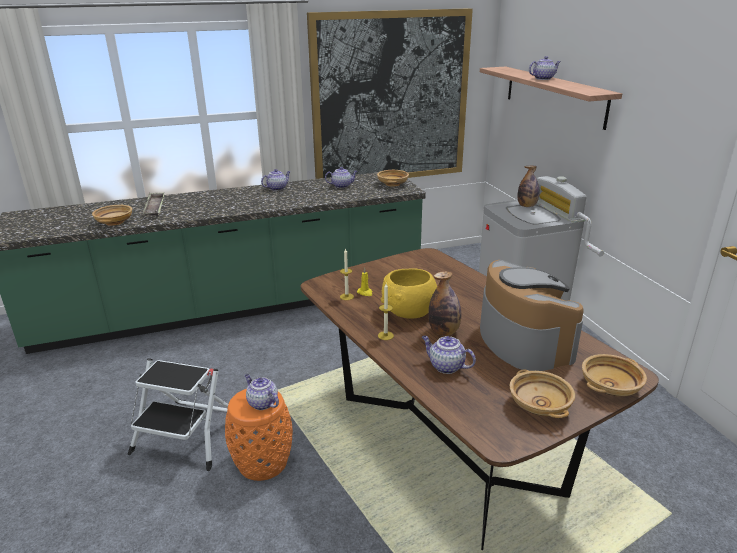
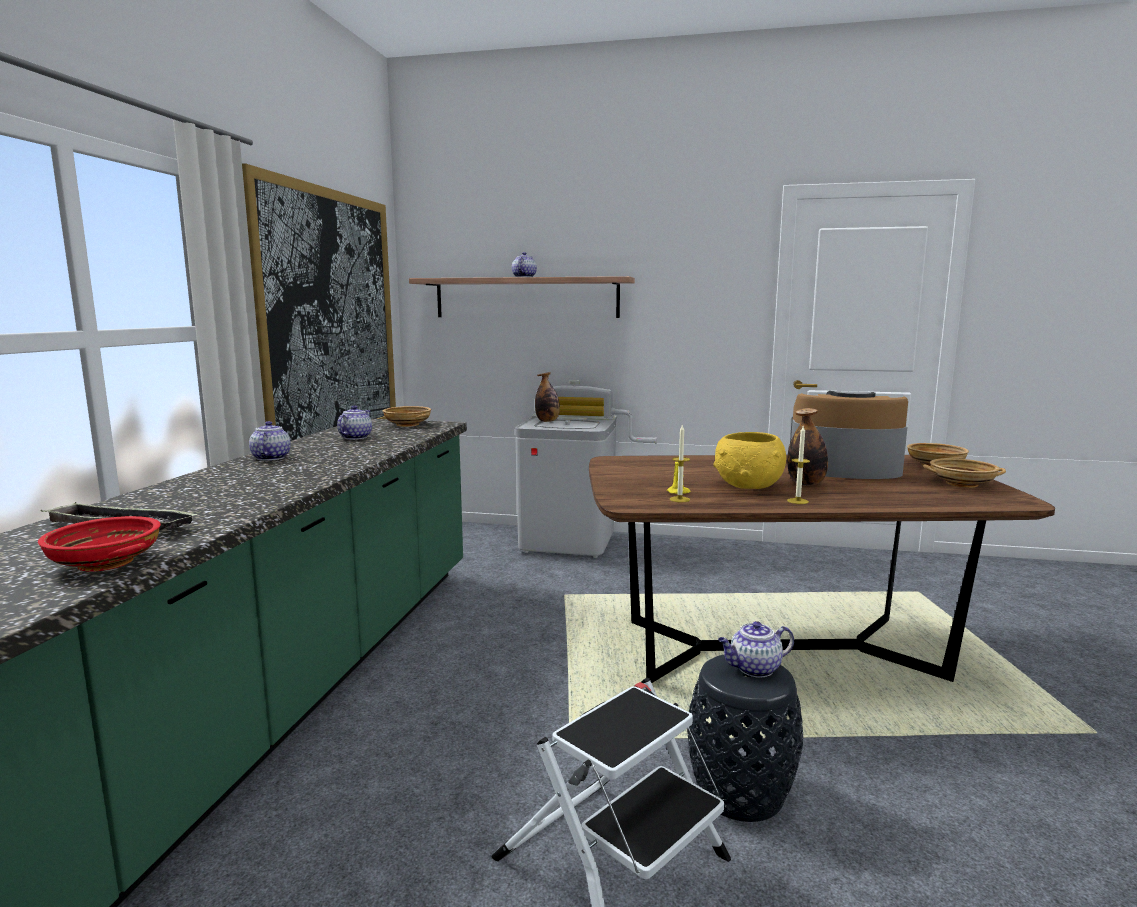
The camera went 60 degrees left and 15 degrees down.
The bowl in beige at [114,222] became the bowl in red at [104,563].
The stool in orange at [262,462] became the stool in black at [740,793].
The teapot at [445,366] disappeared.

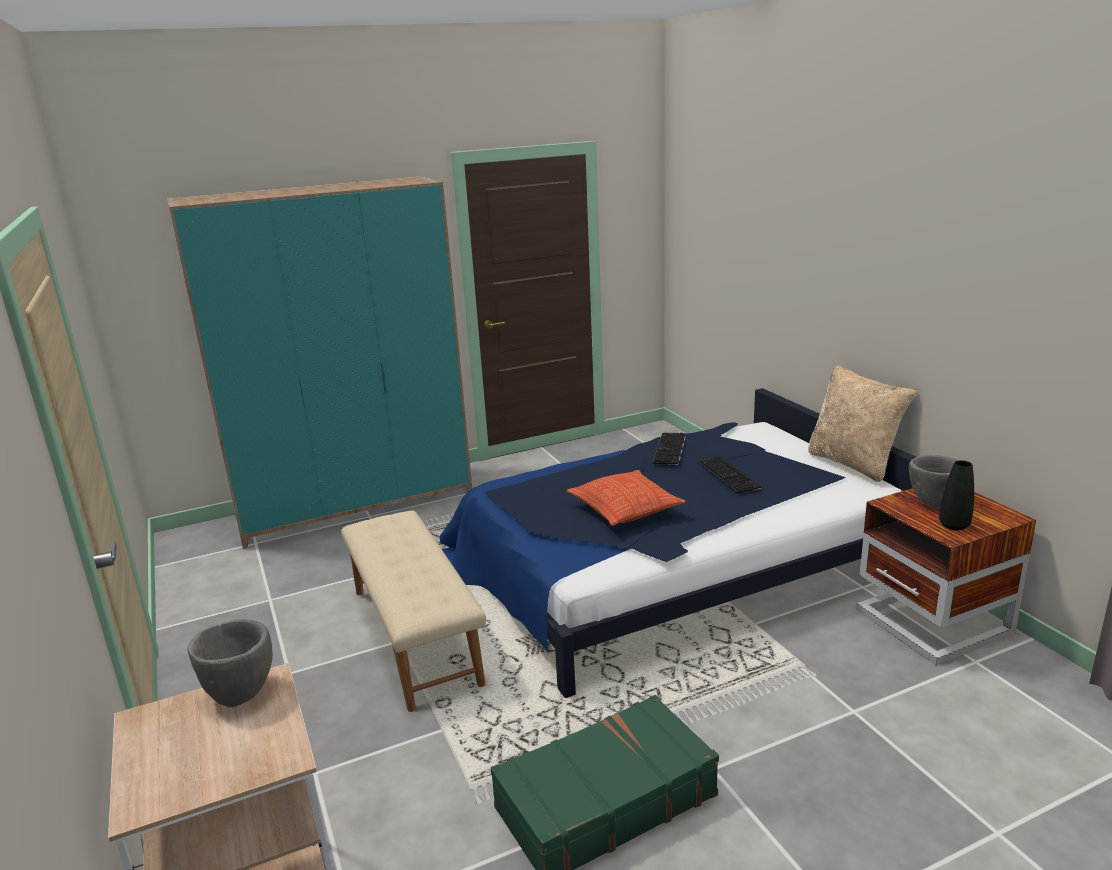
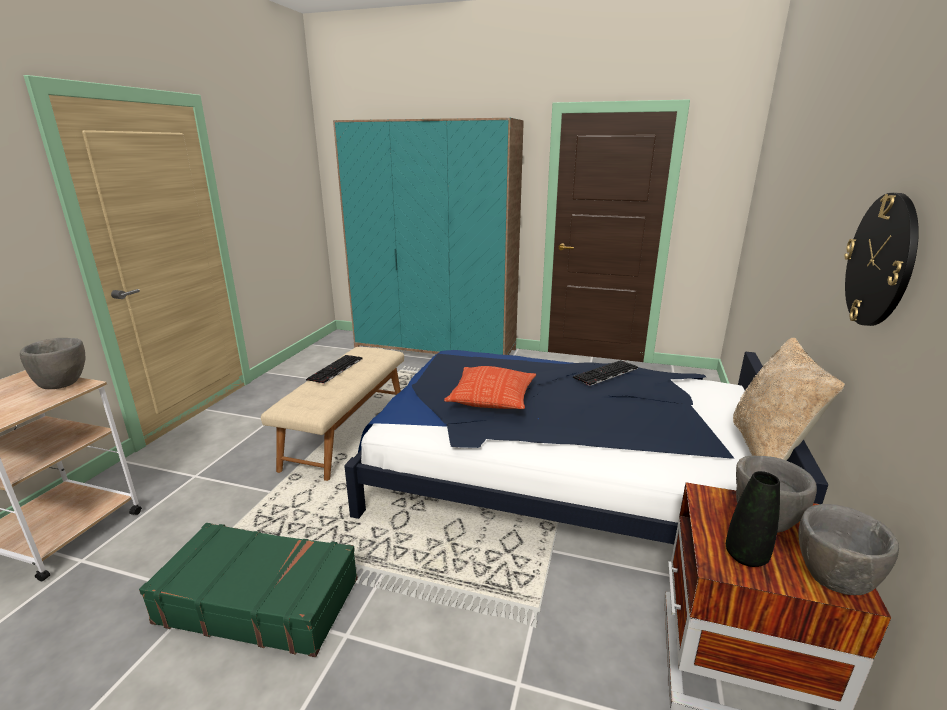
The camera went 40 degrees right and 0 degrees up.
The keyboard moved from [729,475] to [335,369].
The bowl in grey at [831,581] appeared.
The wall clock at [880,260] appeared.

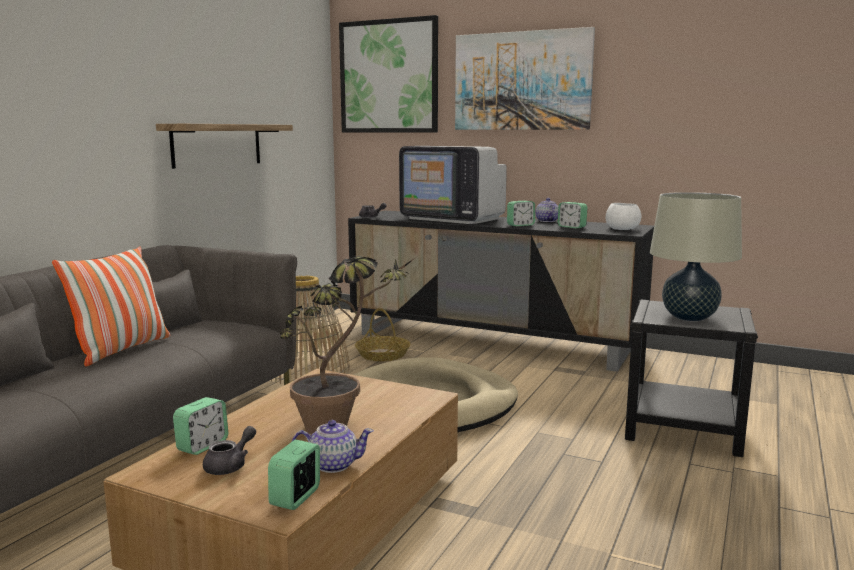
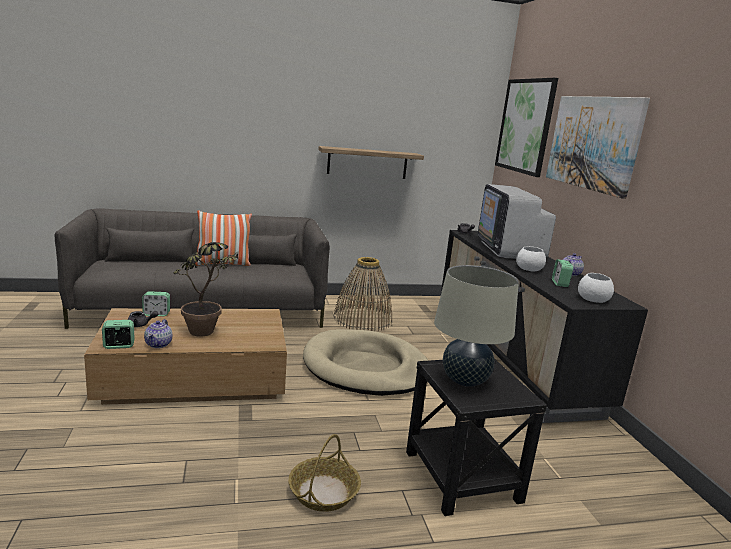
The camera went 50 degrees right and 5 degrees up.
The teapot at [332,465] turned 45 degrees clockwise.
The basket moved from [383,355] to [323,492].
The alarm clock at [520,225] was replaced by the bowl in white at [529,269].

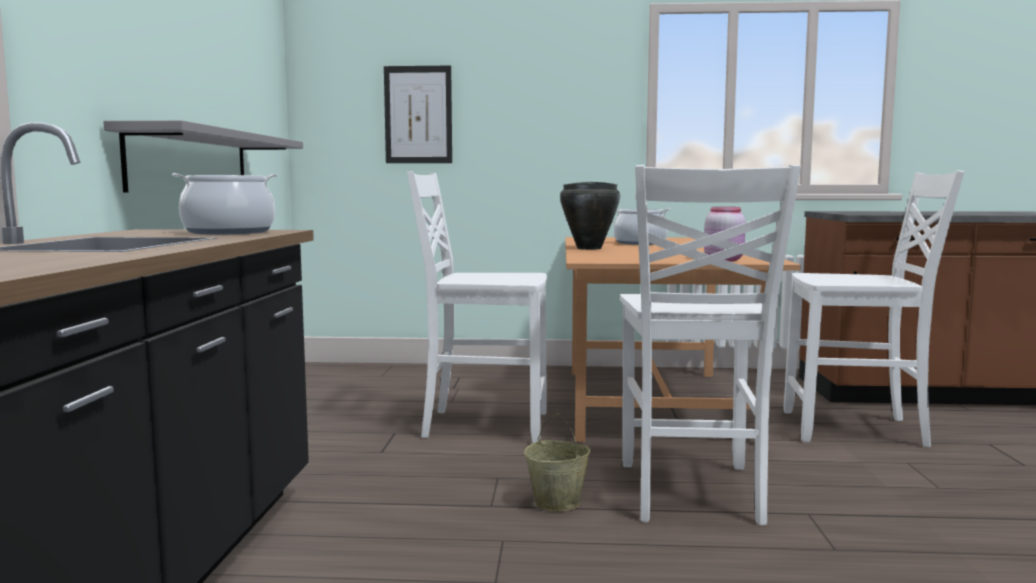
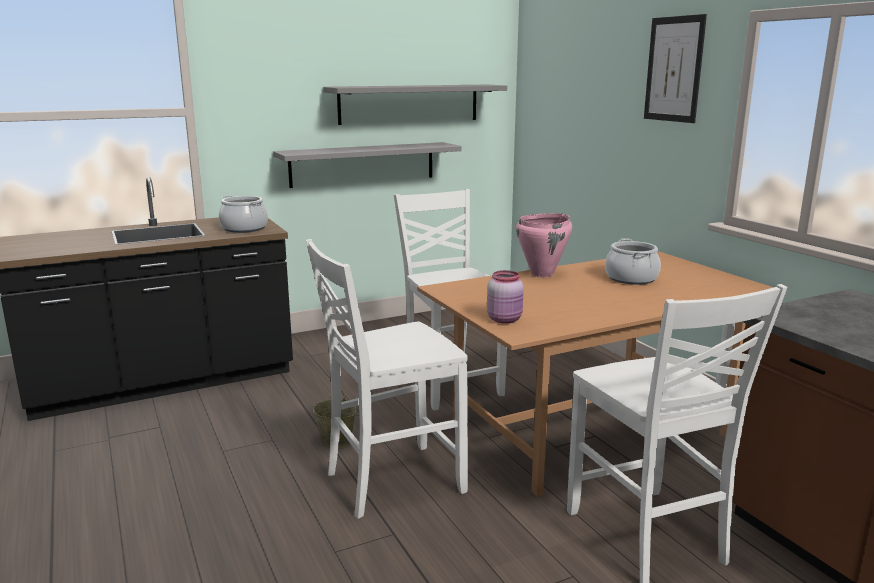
The camera went 60 degrees right and 10 degrees up.
The shelf in grey at [409,104] appeared.
The cooking pot in black at [589,248] became the cooking pot in pink at [542,274].
The picture moved from [418,115] to [674,69].

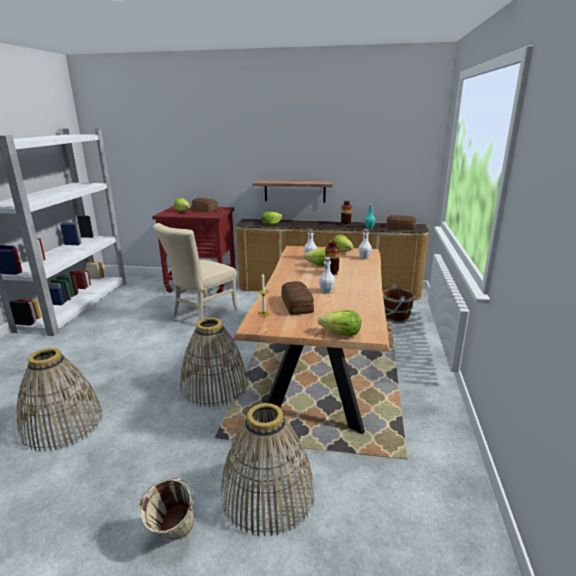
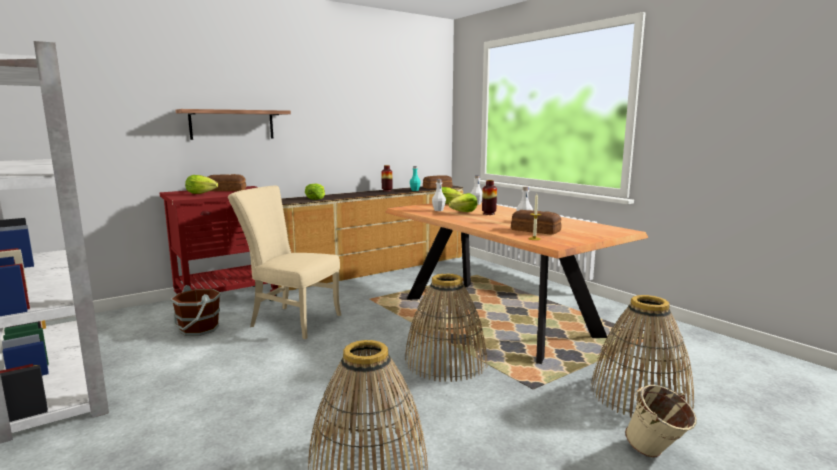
The camera went 45 degrees left and 10 degrees down.
The bucket in brown moved from [395,317] to [198,329].
The shelf moved from [294,191] to [232,124].
The chair in beige at [201,314] turned 120 degrees clockwise.
The lettuce at [341,333] disappeared.

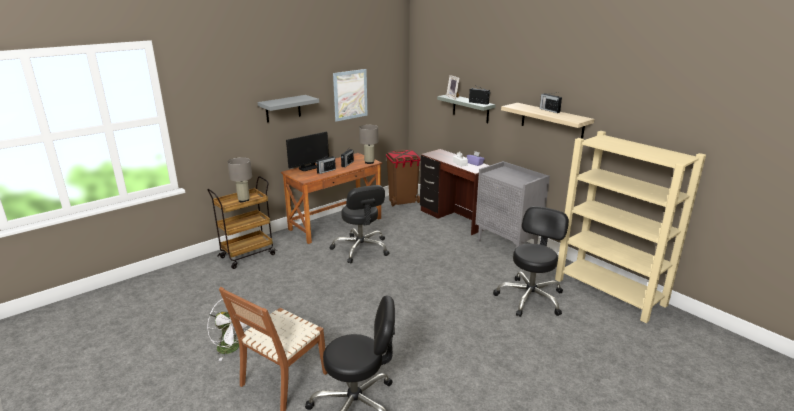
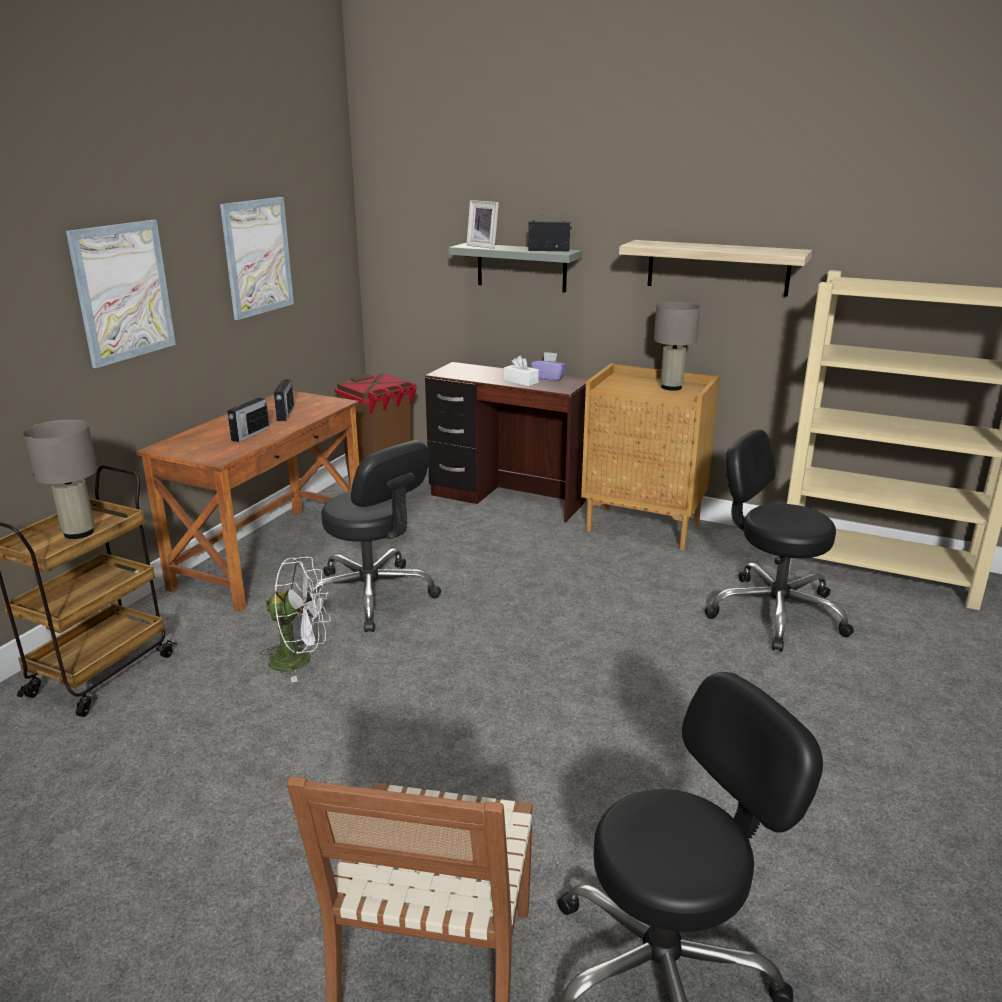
The camera went 25 degrees left and 0 degrees up.
The shelf in grey at [283,108] was replaced by the picture at [123,292].
The fan in white moved from [233,348] to [300,660].
The cabinet in grey at [507,245] became the cabinet in brown at [643,527].
The table lamp in grey moved from [369,162] to [671,387].
The office chair in black at [531,296] turned 60 degrees counterclockwise.
The monitor at [308,168] disappeared.
The radio at [549,110] disappeared.

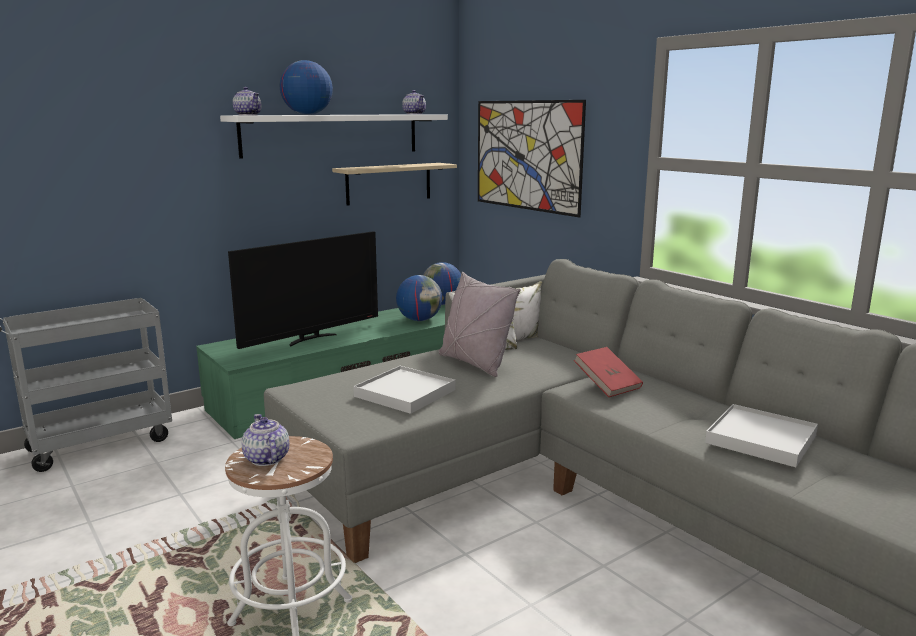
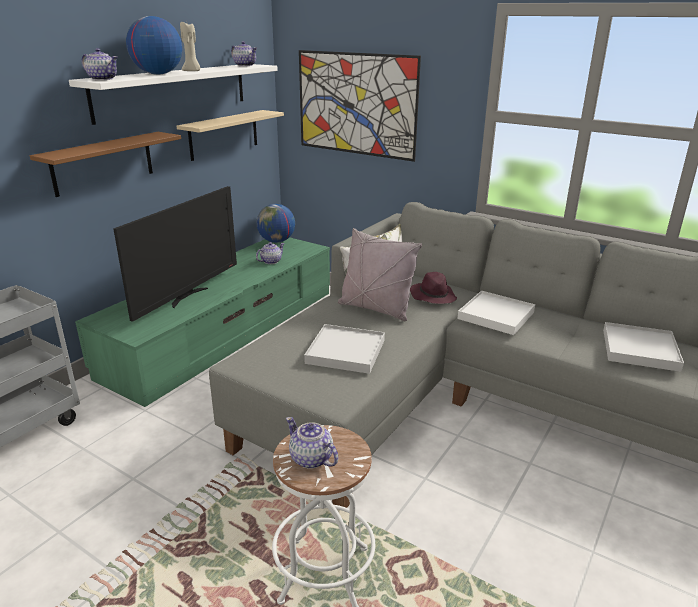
The camera went 20 degrees left and 10 degrees up.
The shelf in brown at [103,163] appeared.
The candle in beige at [192,71] appeared.
The globe at [419,320] was replaced by the teapot at [270,261].
The hat in purple at [432,296] appeared.
The book in red at [607,385] was replaced by the tray in white at [496,315].

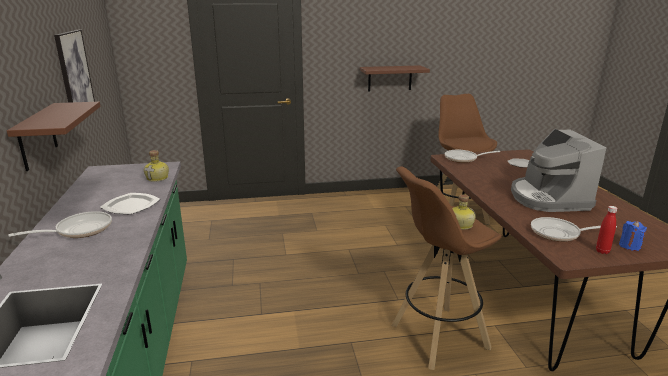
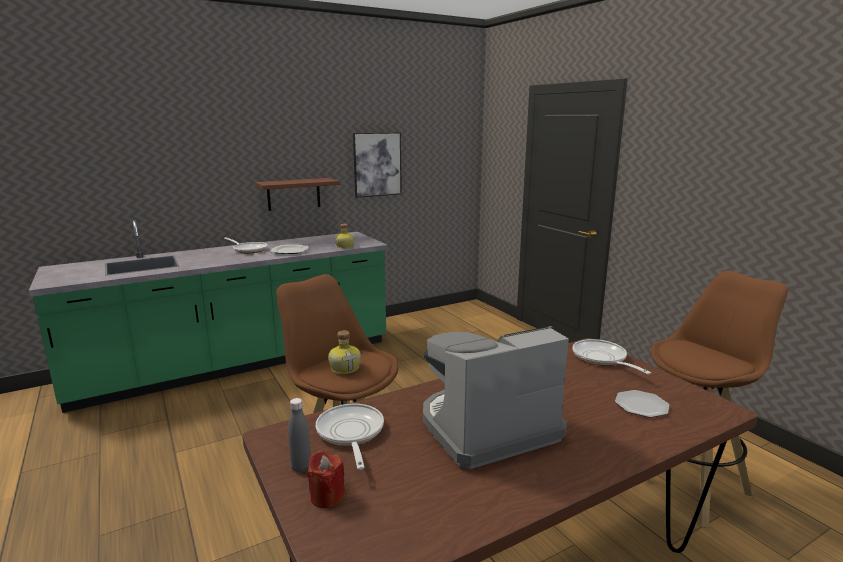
The camera went 70 degrees right and 5 degrees down.
The bottle in red at [602,251] became the bottle in grey at [301,467].
The candle in blue at [629,246] became the candle in red at [327,496].
The shelf in brown at [390,78] disappeared.

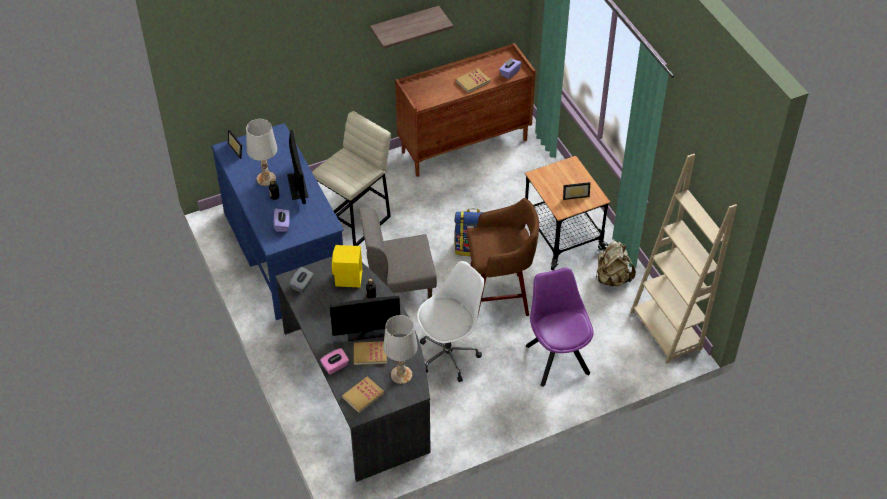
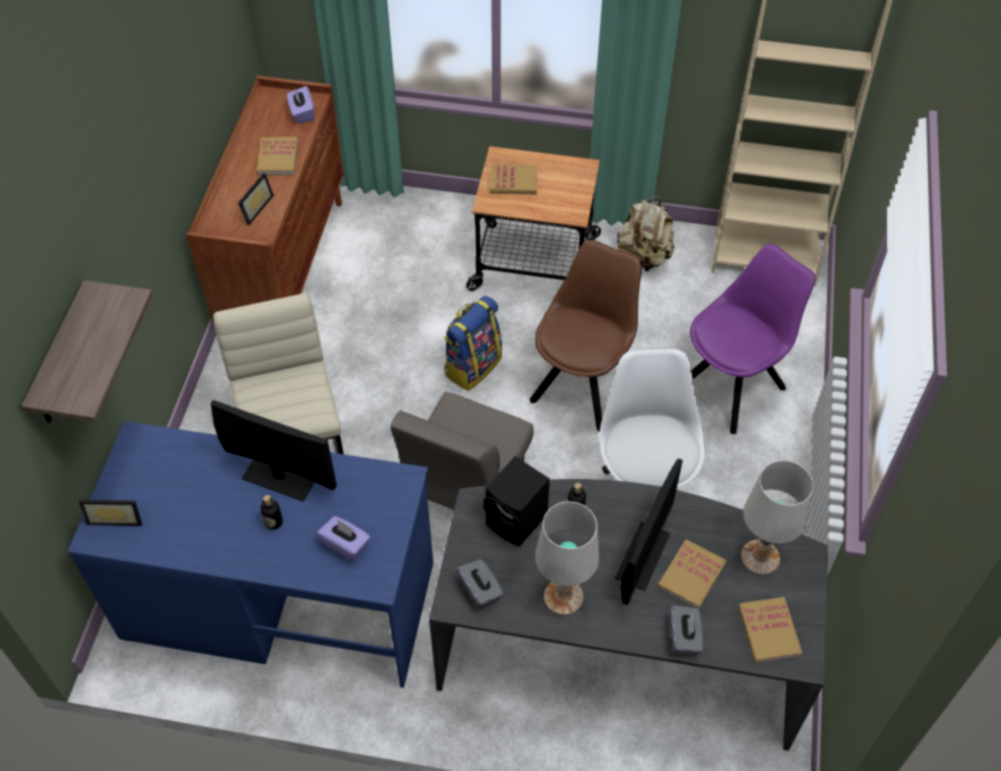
The camera went 55 degrees left and 5 degrees up.
The shelf moved from [404,26] to [61,358].
The picture frame moved from [575,195] to [254,207].
The speaker in yellow at [348,279] became the speaker in black at [517,521].
The book at [513,181] appeared.
The stool in brown at [499,297] was replaced by the chair in brown at [583,386].
The table lamp in white moved from [266,179] to [564,596].
The tissue box in pink at [335,366] became the tissue box in grey at [684,637].
The chair in purple at [556,359] turned 120 degrees clockwise.

